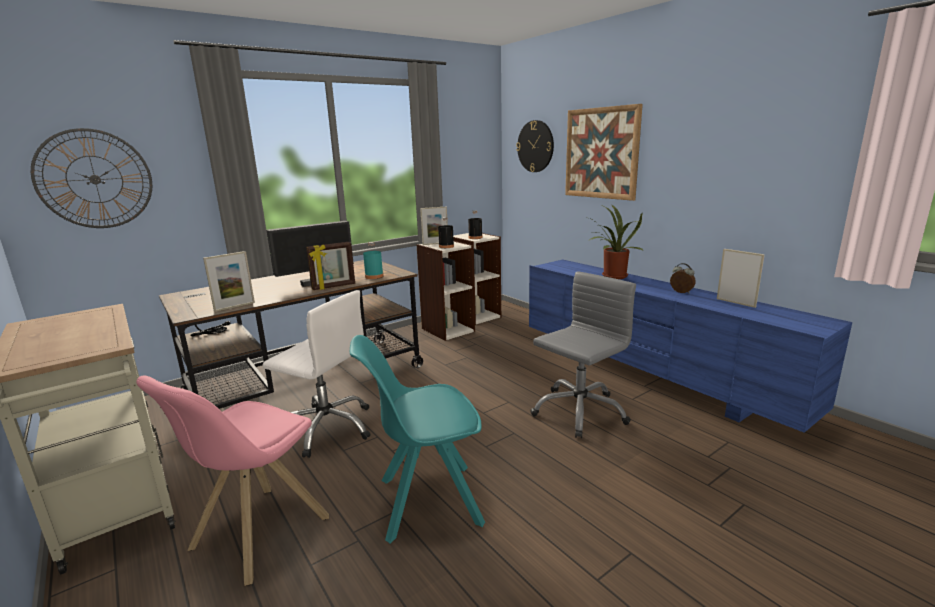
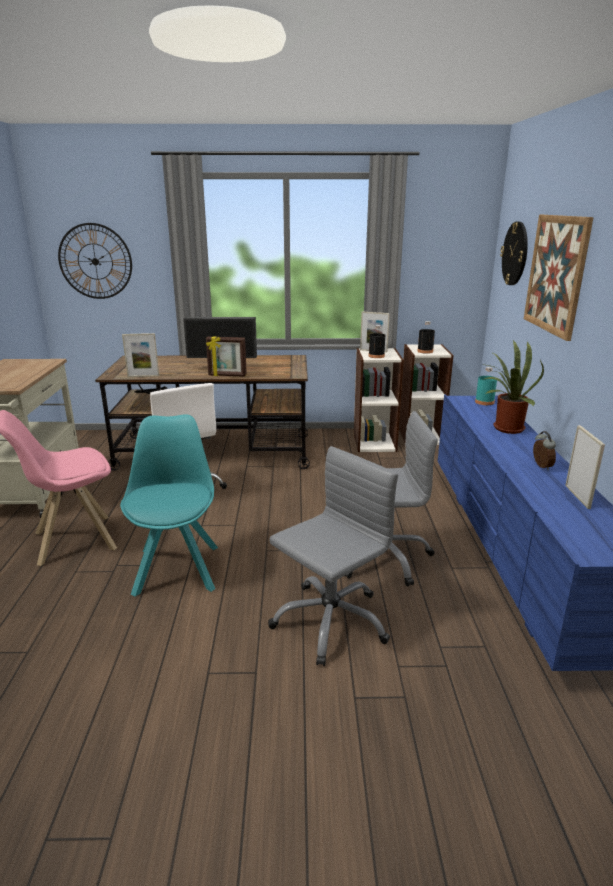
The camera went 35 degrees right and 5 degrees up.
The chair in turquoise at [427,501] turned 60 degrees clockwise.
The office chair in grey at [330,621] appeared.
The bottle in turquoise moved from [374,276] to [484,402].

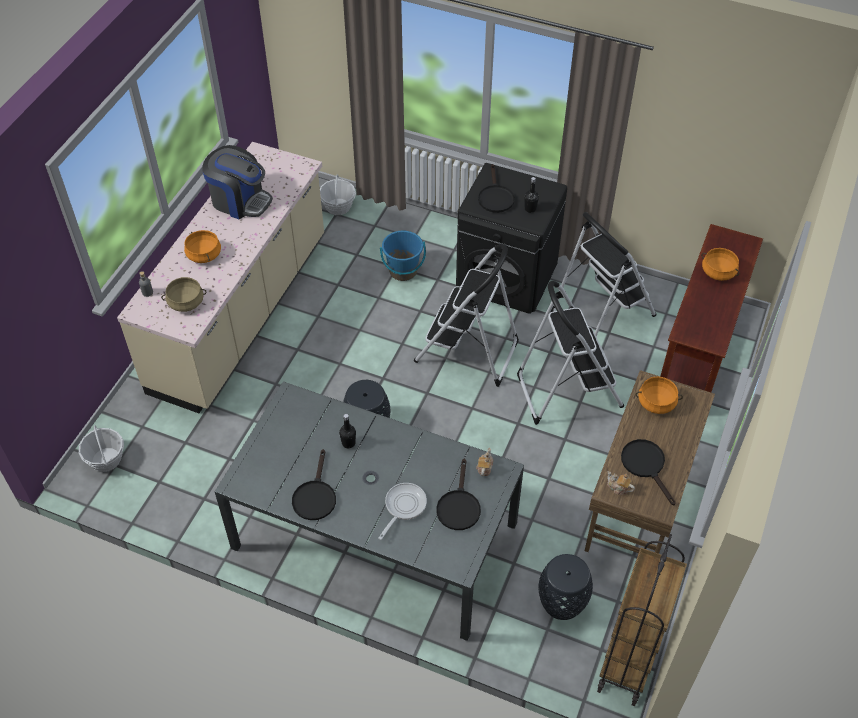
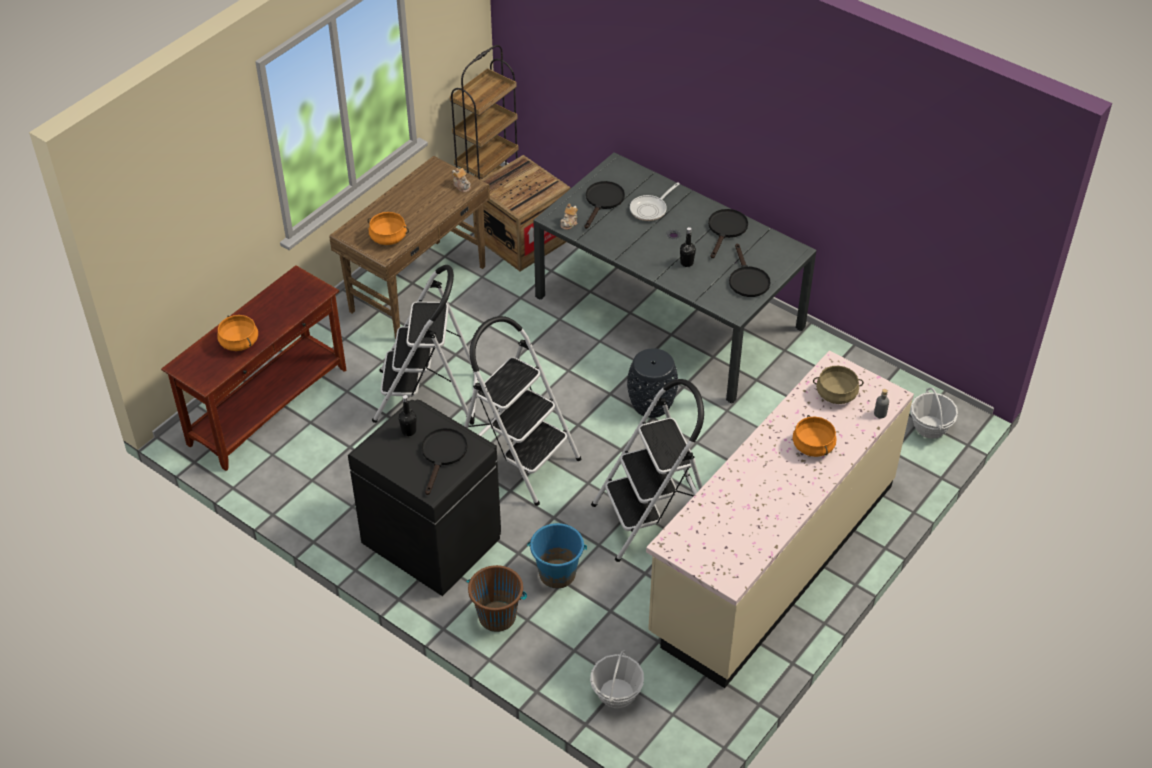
The camera went 165 degrees left and 5 degrees down.
The bucket in brown at [497,616] appeared.
The stool in black at [562,602] was replaced by the crate at [522,238].
The step ladder moved from [600,315] to [657,519].
The frying pan in black moved from [646,465] to [747,280].
The coffee machine at [240,200] disappeared.

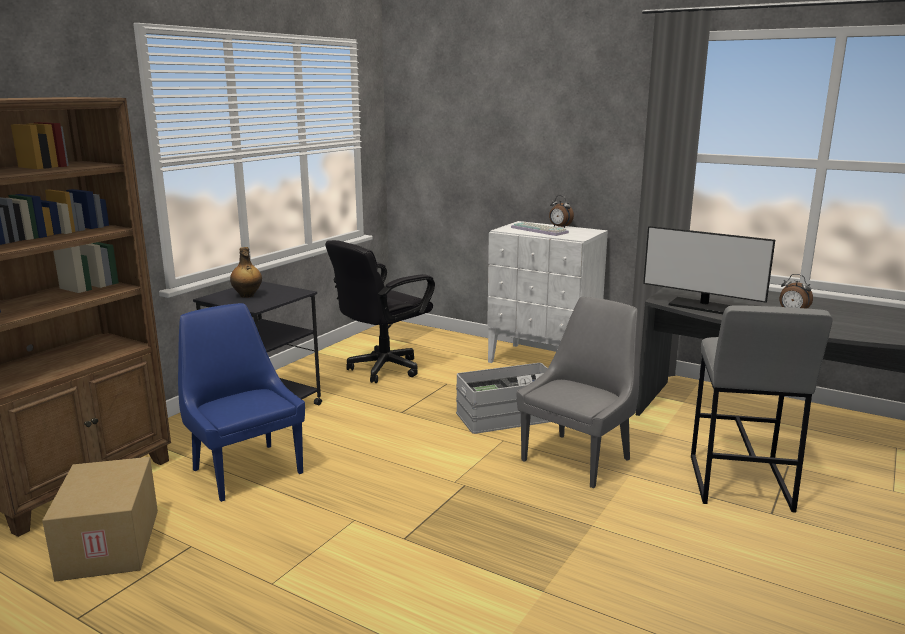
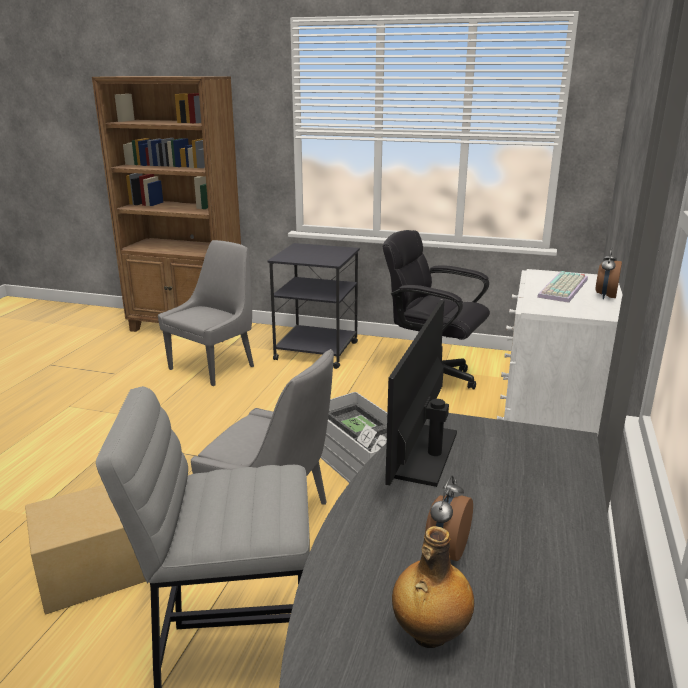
The camera went 75 degrees right and 5 degrees up.
The cardboard box moved from [111,544] to [99,570].
The chair in blue at [245,470] became the chair in grey at [214,367].
The bottle moved from [247,296] to [429,634].

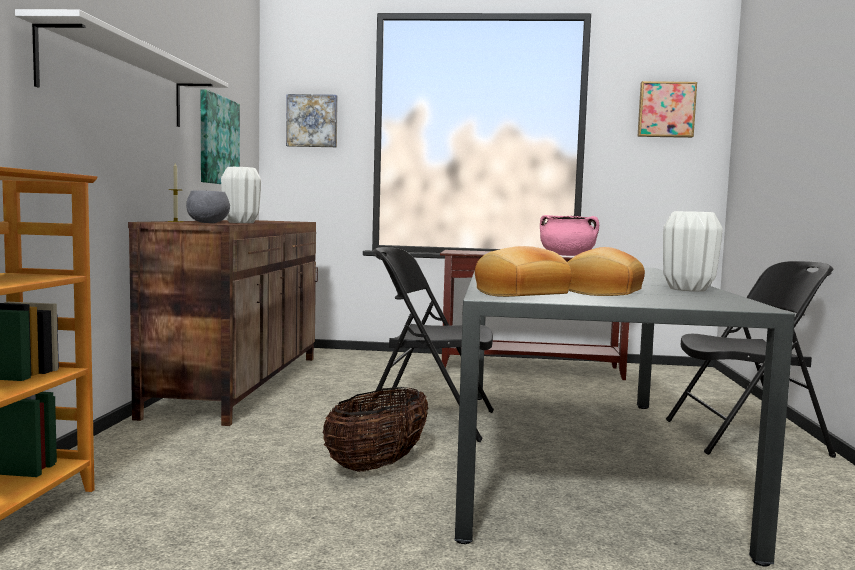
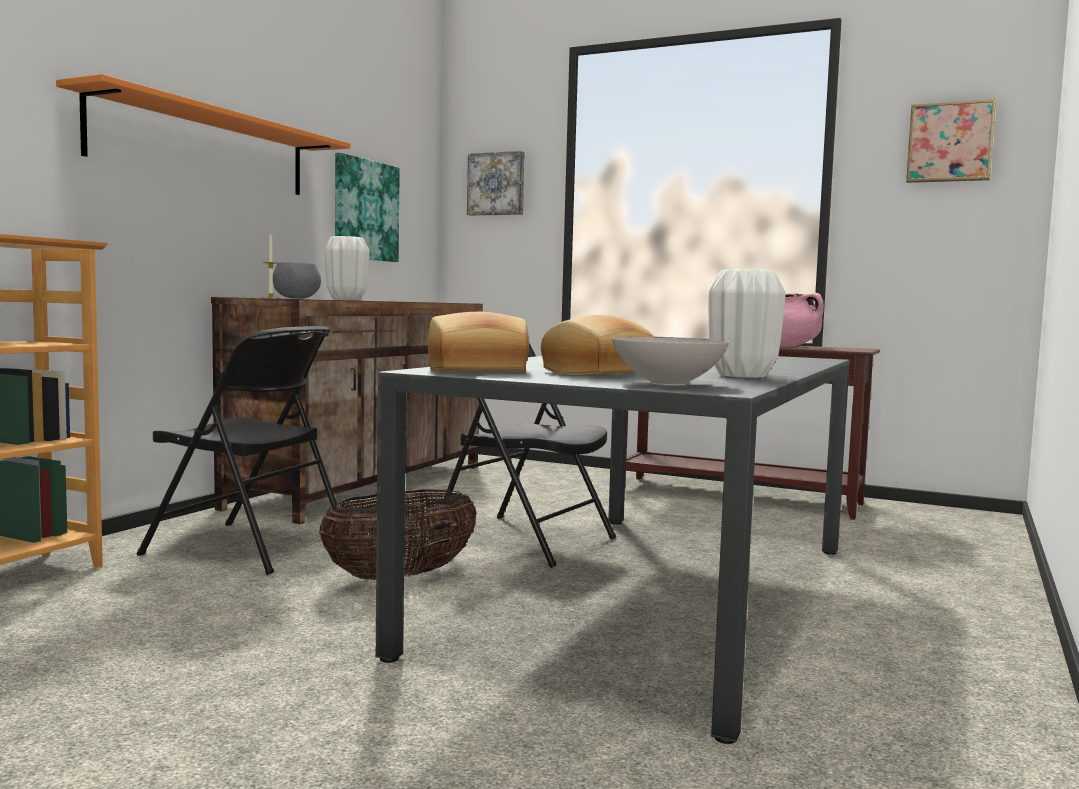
The camera went 20 degrees right and 0 degrees up.
The shelf in white at [119,82] became the shelf in orange at [204,148].
The chair in black moved from [744,438] to [247,547].
The bowl in white at [669,383] appeared.

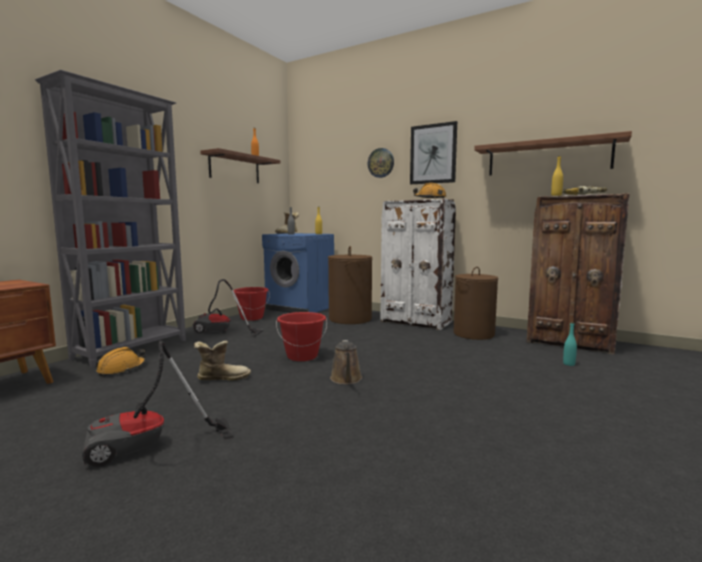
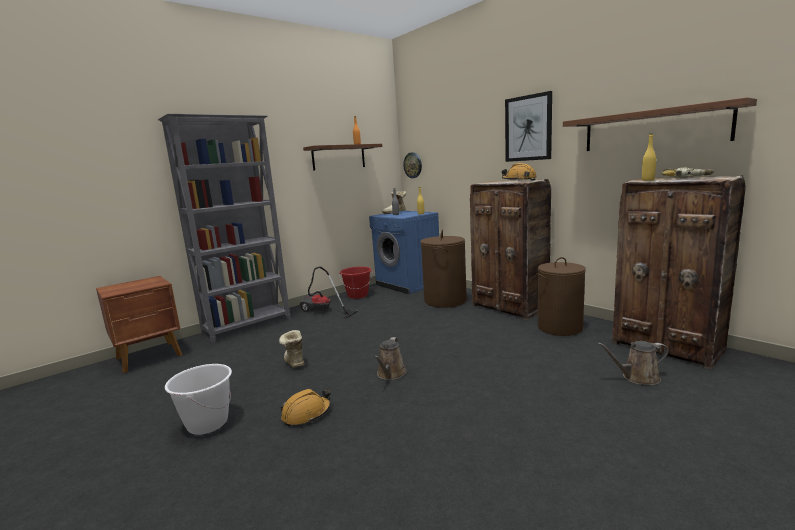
The camera went 20 degrees right and 5 degrees up.
The vacuum cleaner at [148,448] was replaced by the bucket in white at [207,423].
The boot at [222,378] turned 120 degrees counterclockwise.
The hard hat in orange moved from [121,369] to [306,414].
The wall clock moved from [381,163] to [413,165].
The cabinet in white at [416,321] became the cabinet in brown at [510,307].
The bottle in turquoise at [569,364] was replaced by the watering can in brown at [637,378].
The bucket in red at [302,356] disappeared.

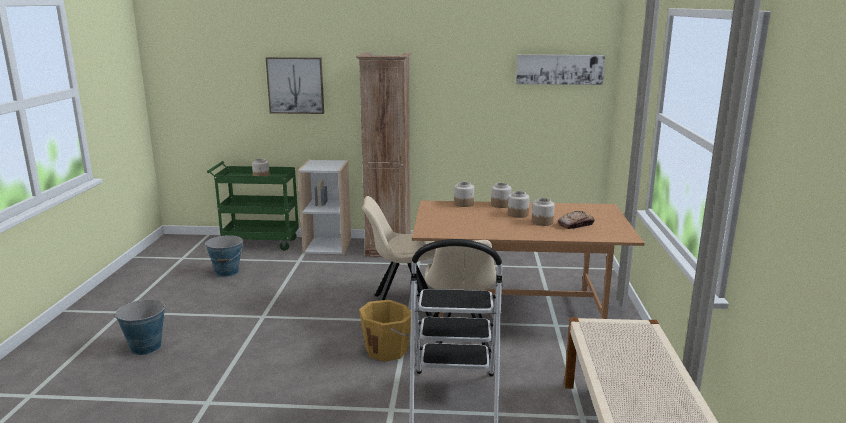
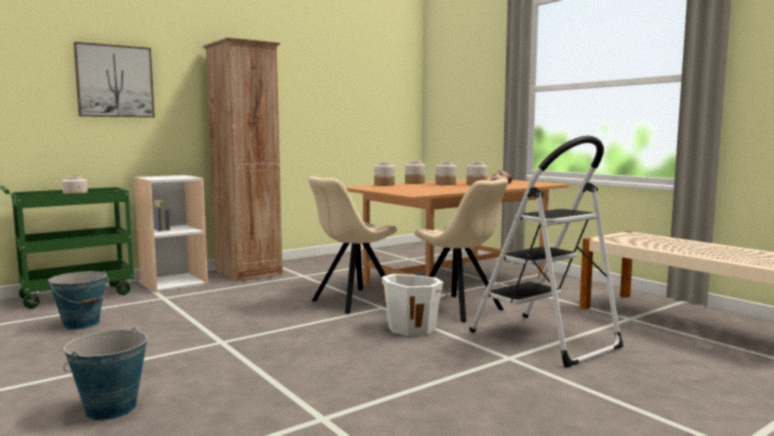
The camera went 40 degrees left and 10 degrees down.
The bucket in orange at [387,350] became the bucket in white at [412,327].
The picture at [559,69] disappeared.

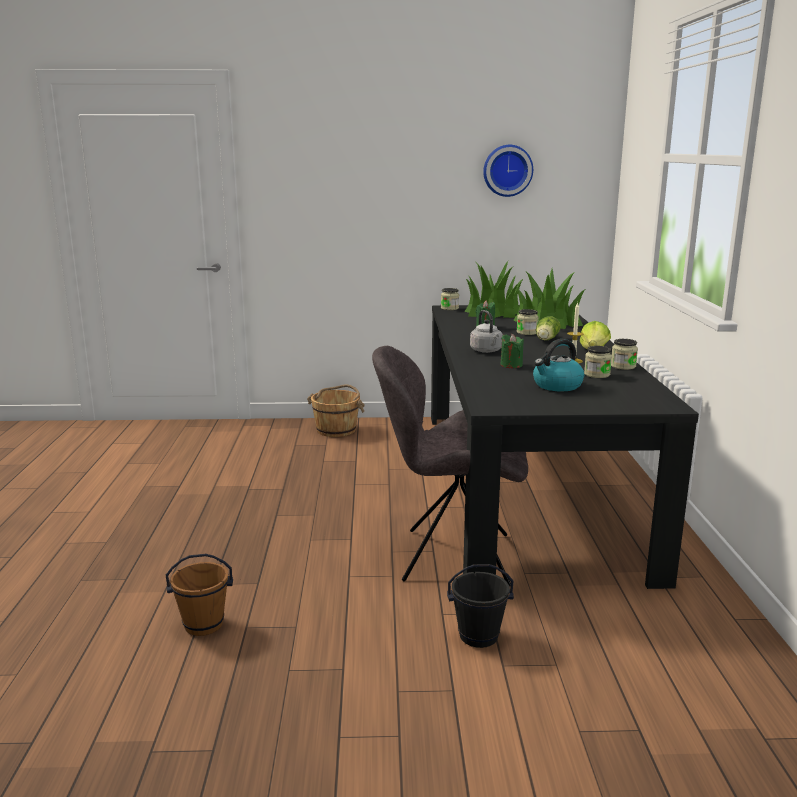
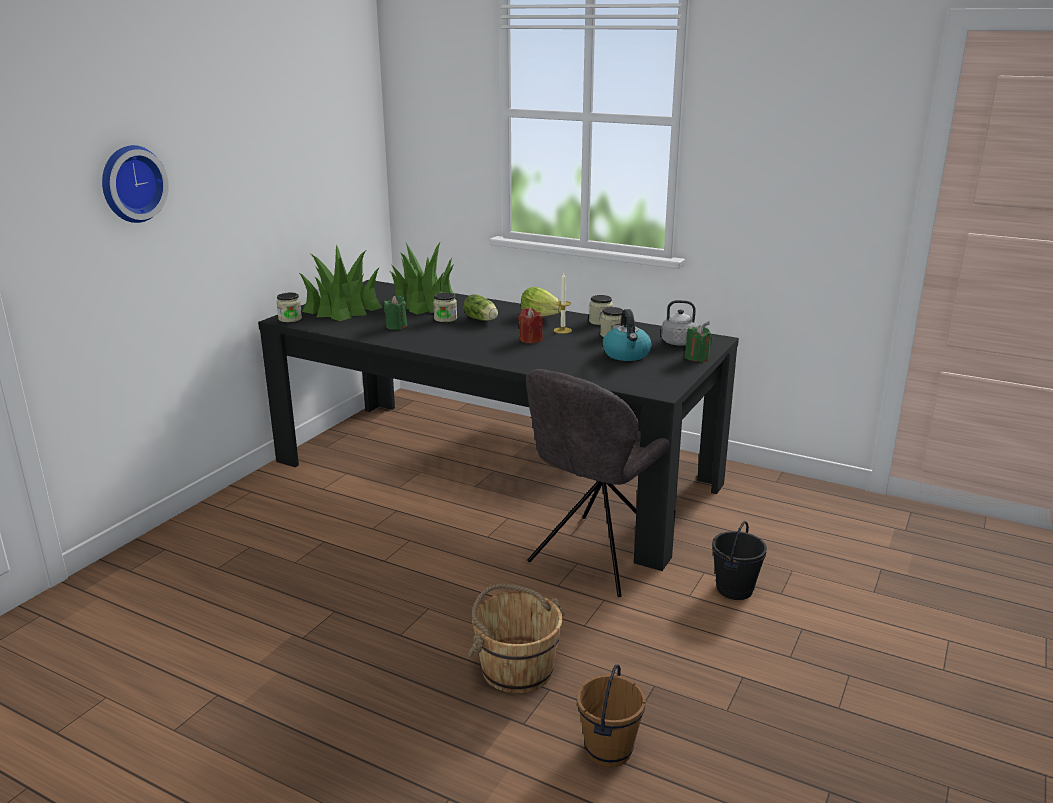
The camera went 60 degrees left and 5 degrees up.
The wall clock moved from [507,170] to [130,183].
The bucket in brown moved from [336,429] to [516,668].
The candle in red at [530,339] appeared.
The kettle in grey moved from [487,351] to [681,342].
The candle in green moved from [511,365] to [697,358].

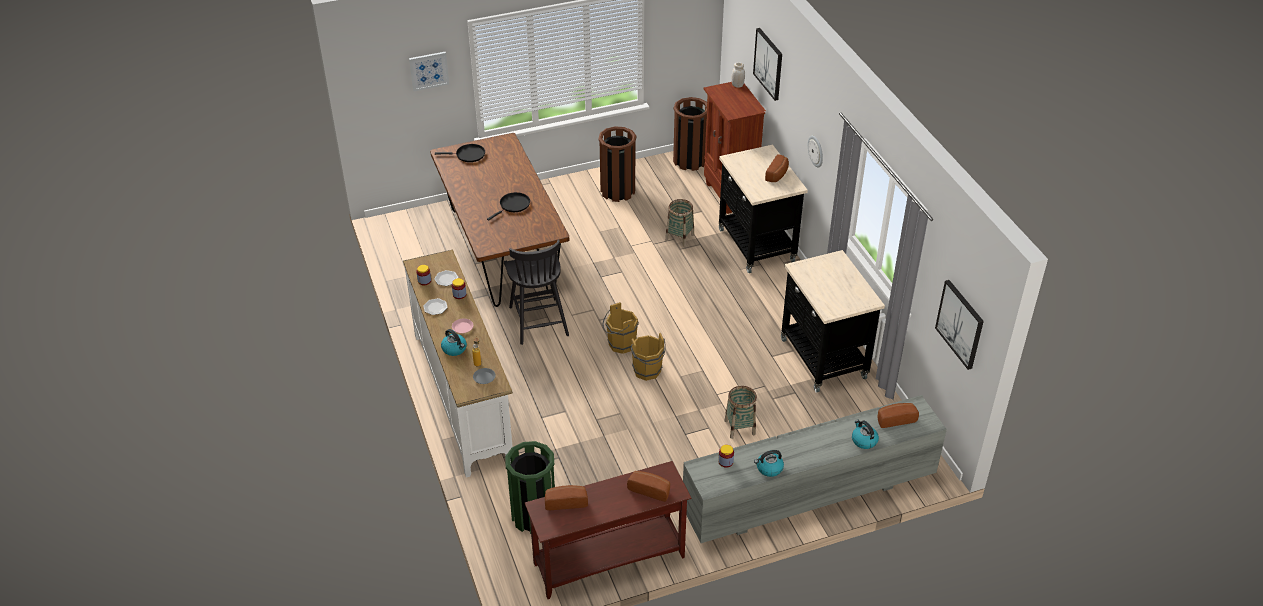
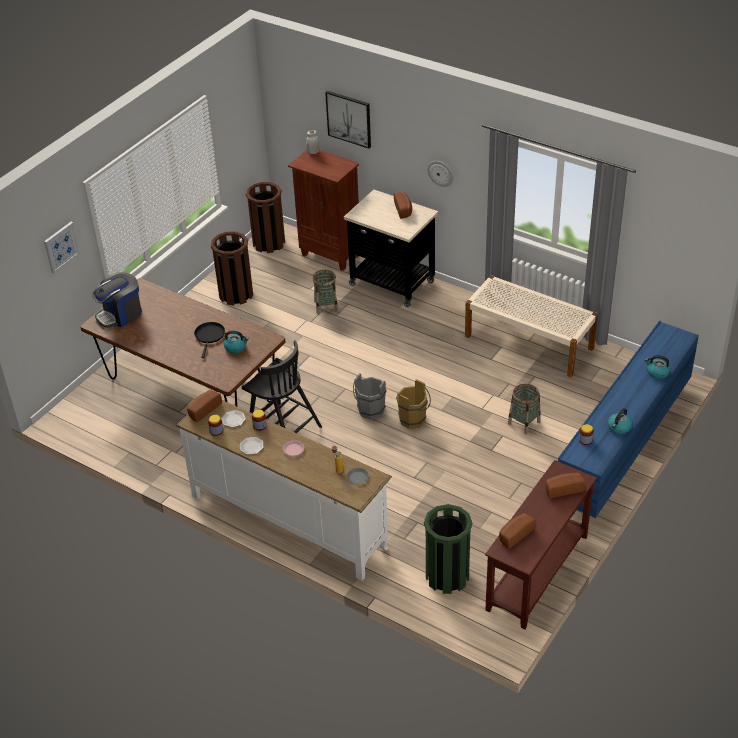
The camera went 35 degrees left and 0 degrees up.
The frying pan in black at [468,155] was replaced by the coffee machine at [120,314].
The bread moved from [895,419] to [203,410].
The kettle moved from [454,349] to [236,347].
The bucket in brown at [620,345] became the bucket in grey at [370,412].
The cart in black at [824,359] was replaced by the bench in beige at [529,342].
The cabinet in grey at [809,500] became the cabinet in blue at [624,445].
The picture at [960,324] disappeared.

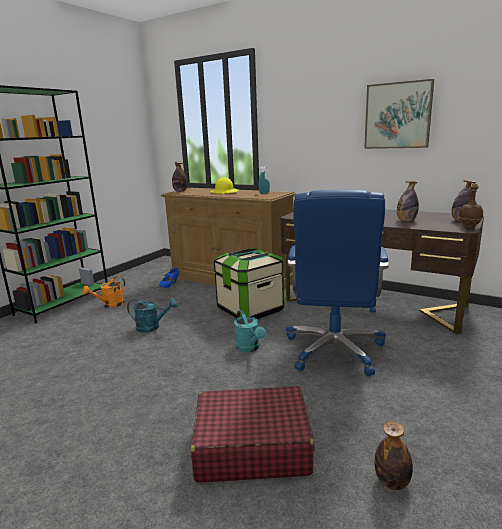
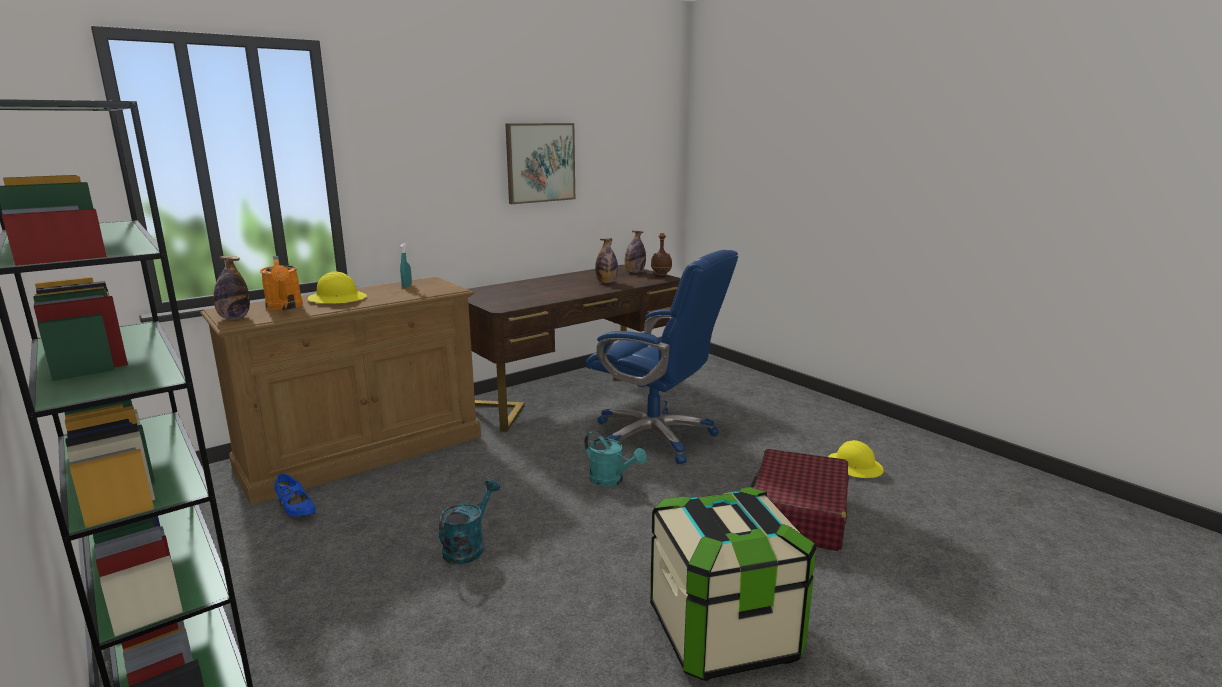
The camera went 70 degrees left and 0 degrees up.
The watering can in orange moved from [110,305] to [285,307].
The watering can in turquoise at [250,348] turned 45 degrees clockwise.
The storage box moved from [250,309] to [724,633].
The bottle at [392,482] was replaced by the hard hat in yellow at [854,466].

